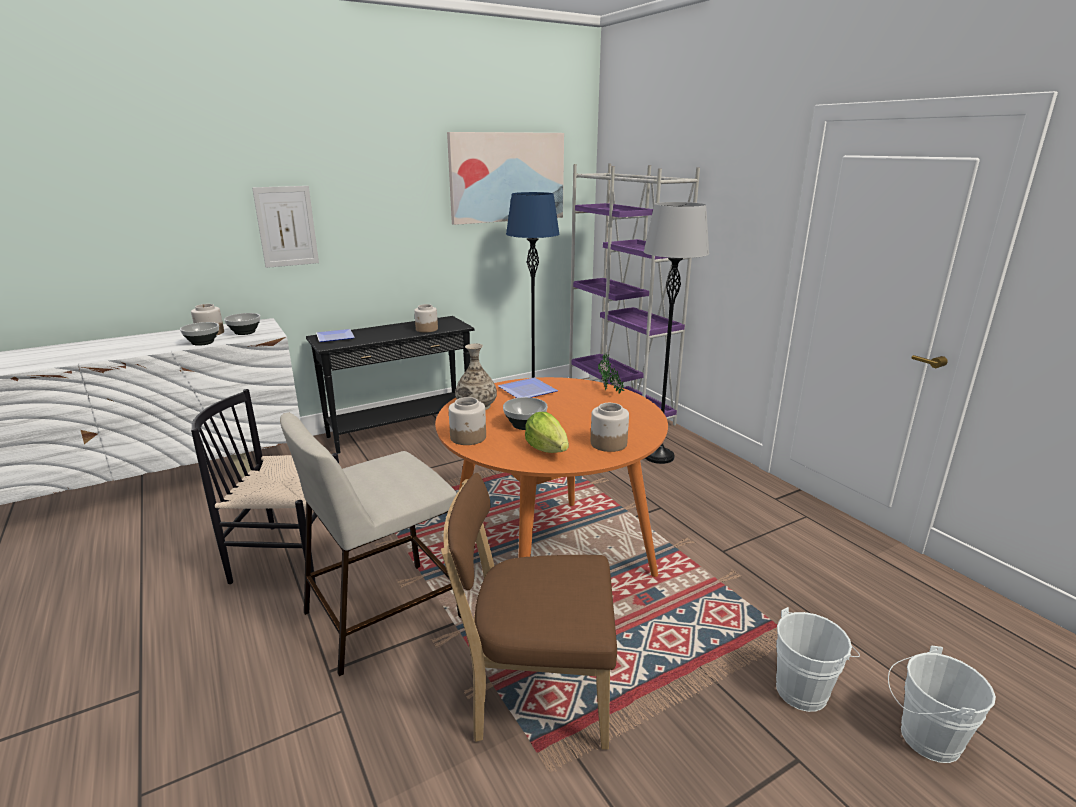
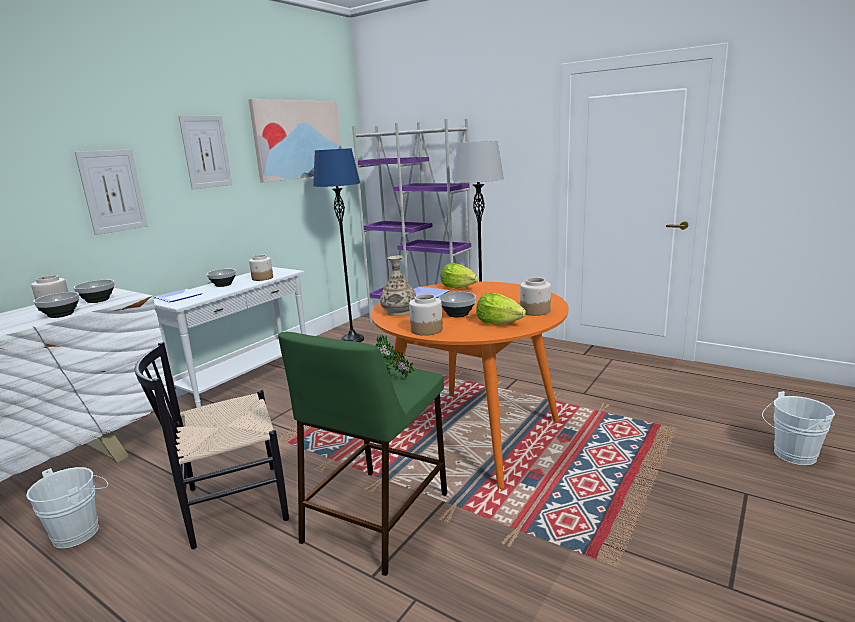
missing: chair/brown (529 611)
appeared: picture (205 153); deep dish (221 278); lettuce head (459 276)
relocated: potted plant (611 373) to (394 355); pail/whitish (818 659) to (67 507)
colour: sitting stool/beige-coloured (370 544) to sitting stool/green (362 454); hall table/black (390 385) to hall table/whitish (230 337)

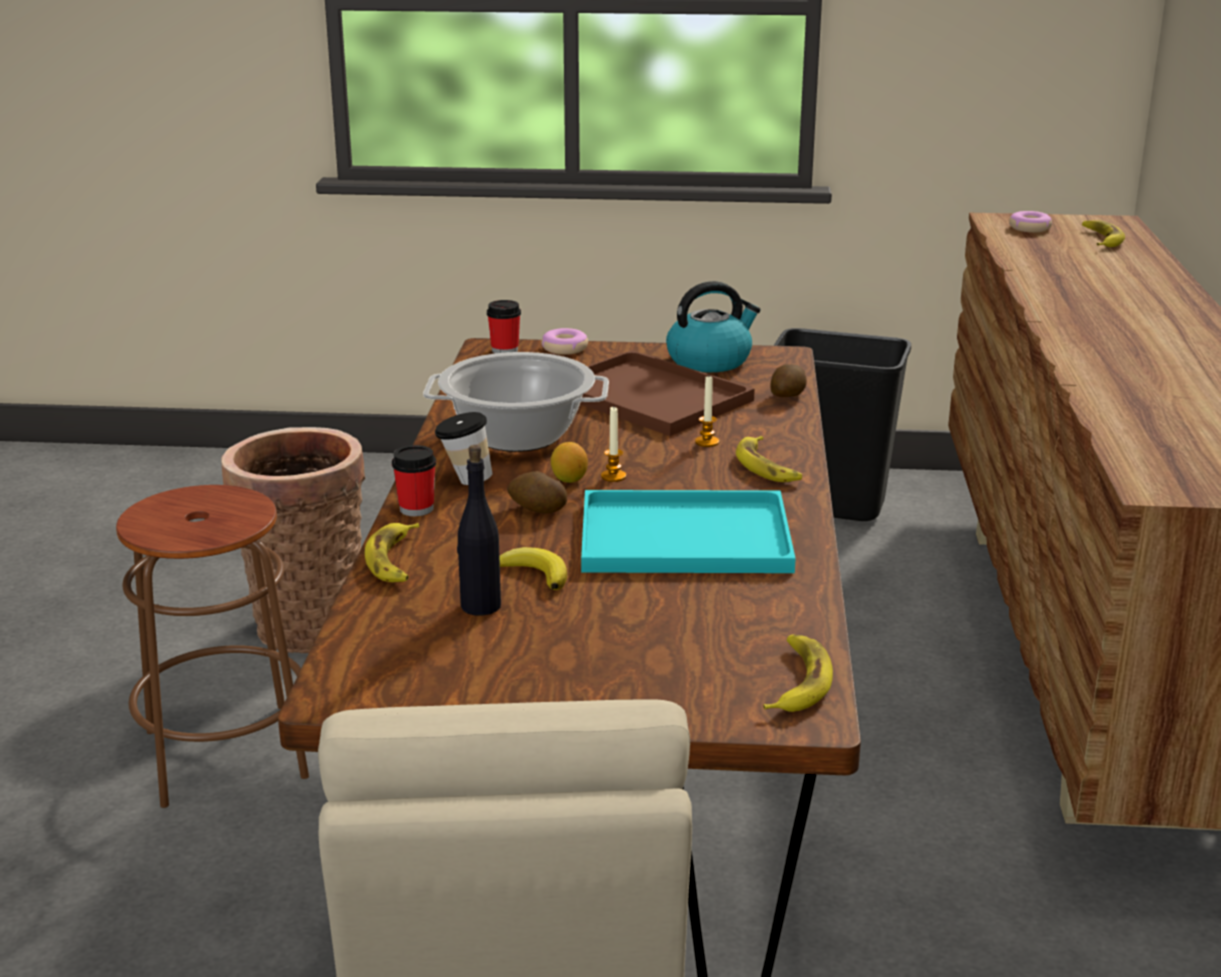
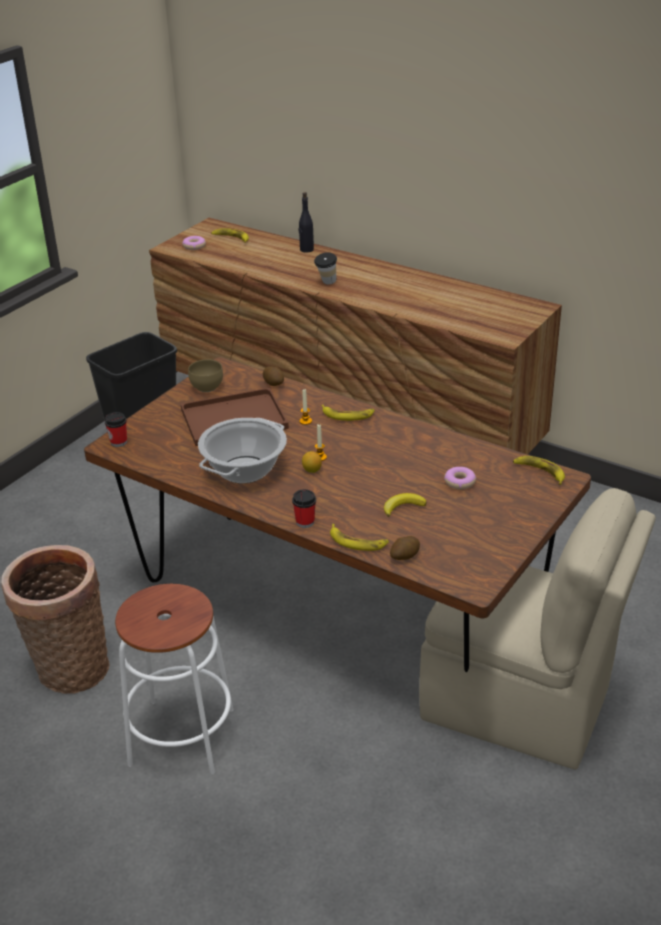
missing: carrying tray/turquoise (688 531)
relocated: small cup (463 448) to (325 268); drink bottle/black (479 530) to (306 222); potato (537 492) to (405 548); donut (564 341) to (460 478)
exchanged: water kettle (713 326) to deep dish/brown (205 375)
colour: sitting stool/brown (212 646) to sitting stool/whitish (174 679)

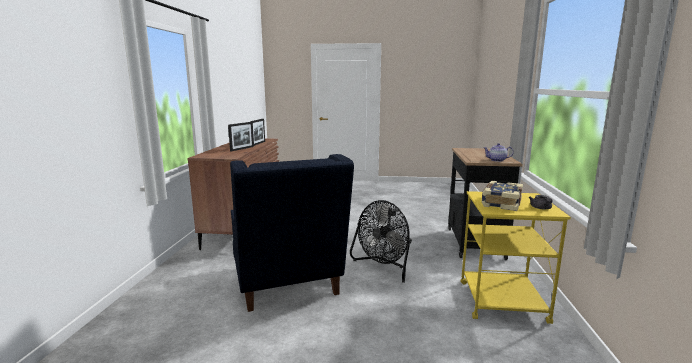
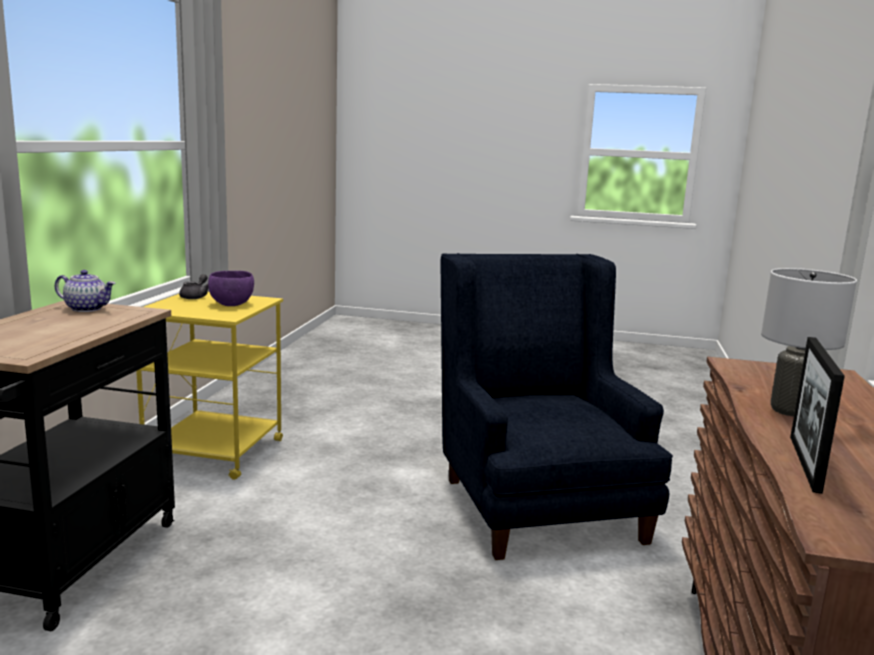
missing: electric fan/black (381 241)
exchanged: standing frame (241 137) to table lamp/whitish (809 342); volume (502 196) to deep dish/purple (231 288)

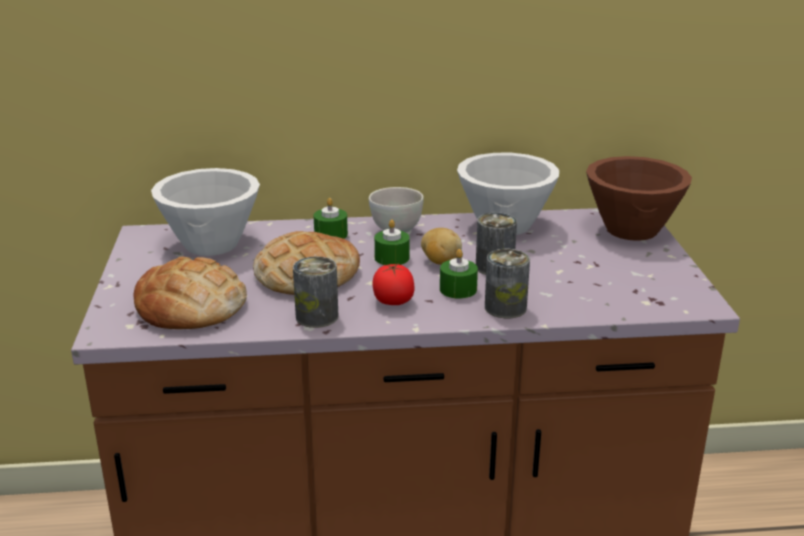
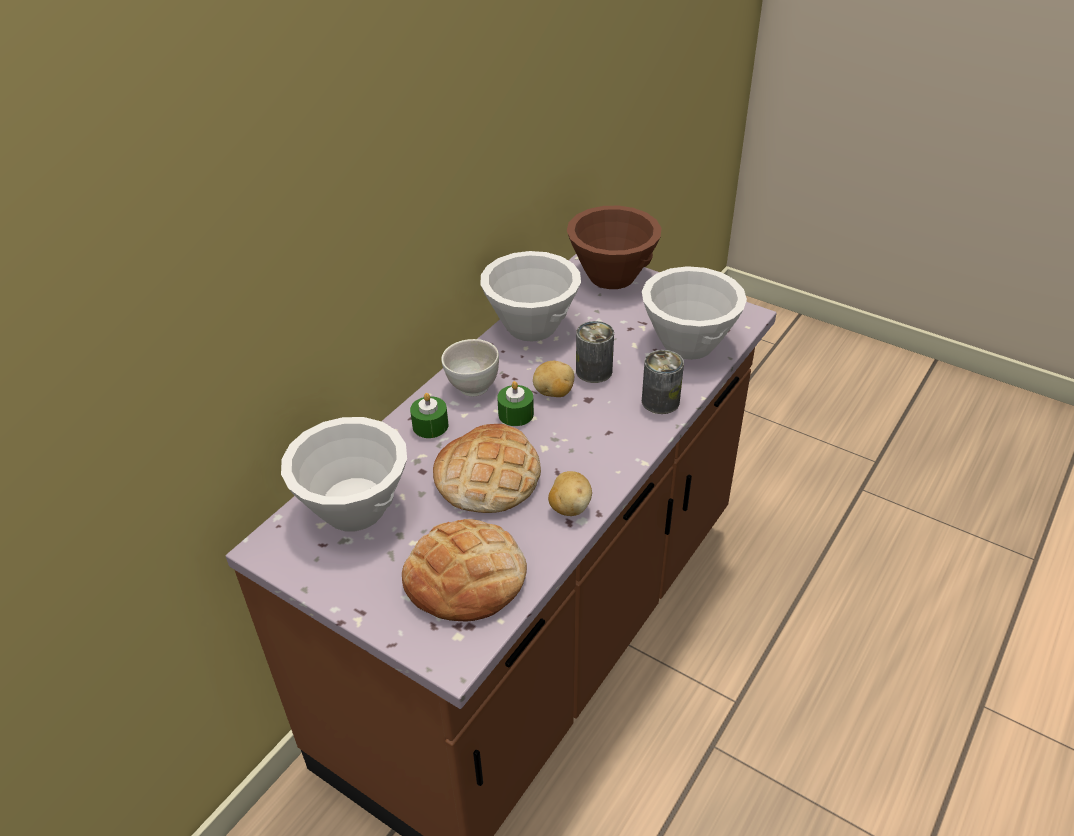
missing: fresh tomato (393 284); candle/green (459 274)
appeared: deep dish/whitish (694 313)
exchanged: sealed can (315 292) to potato (570 493)

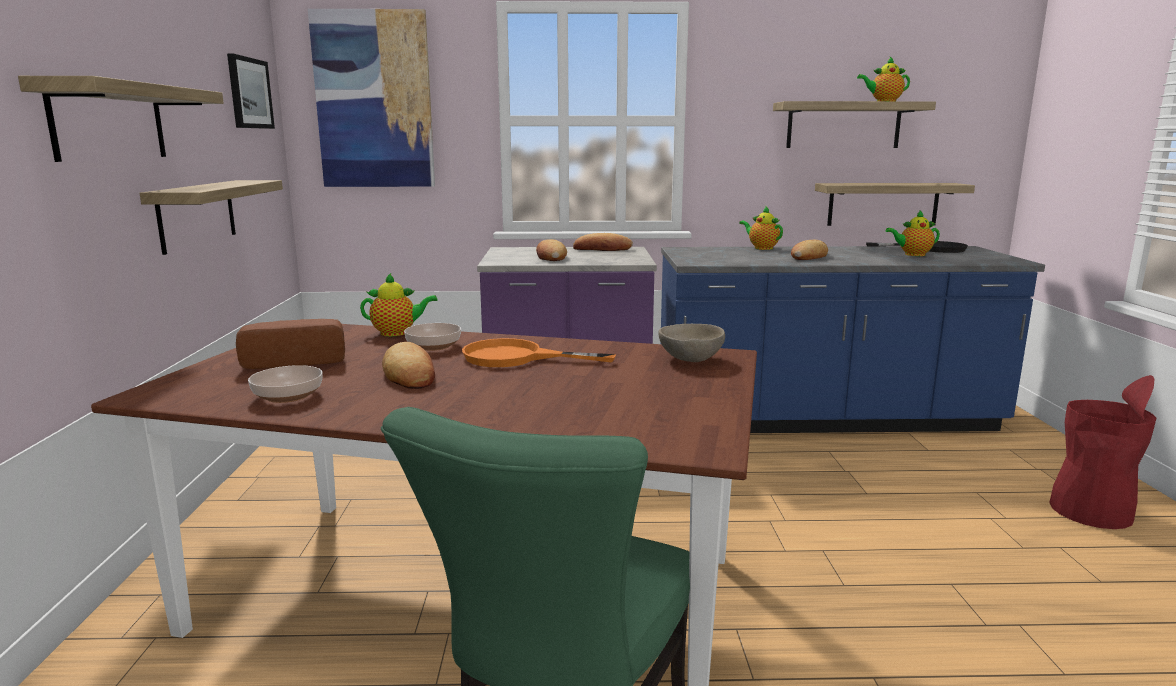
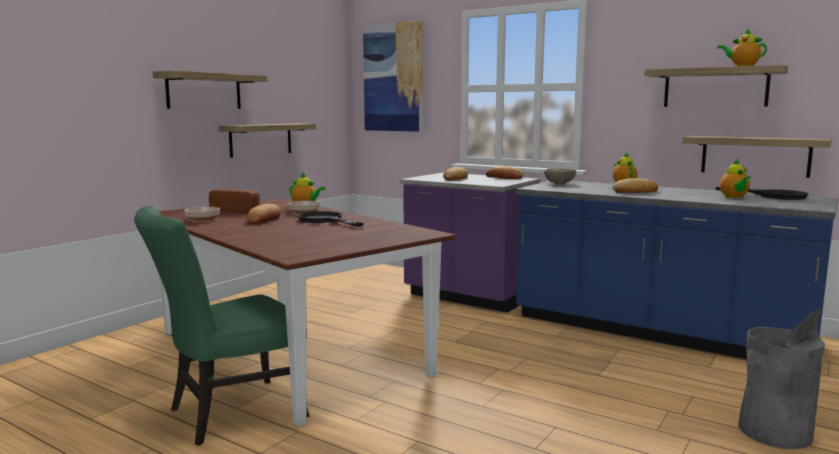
missing: picture (251 91)
relocated: deep dish/beige-coloured (691 343) to (560 176)
colour: skillet/orangey (539 352) to skillet/black (330 219); rubbish bin/reddish (1102 452) to rubbish bin/greyish (781 379)
spun: teapot (913 233) = (735 178) 120 degrees counterclockwise

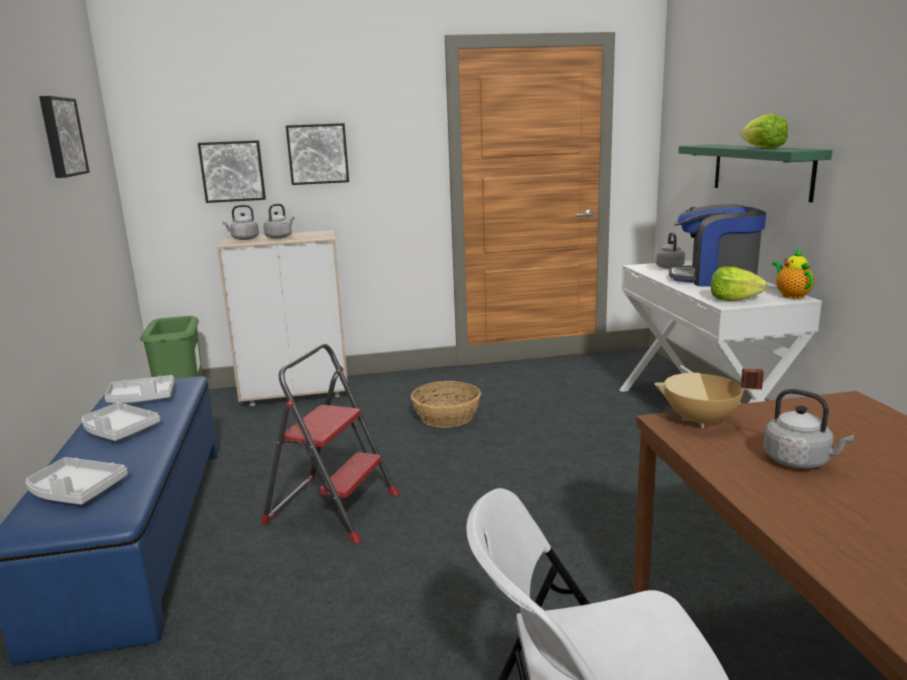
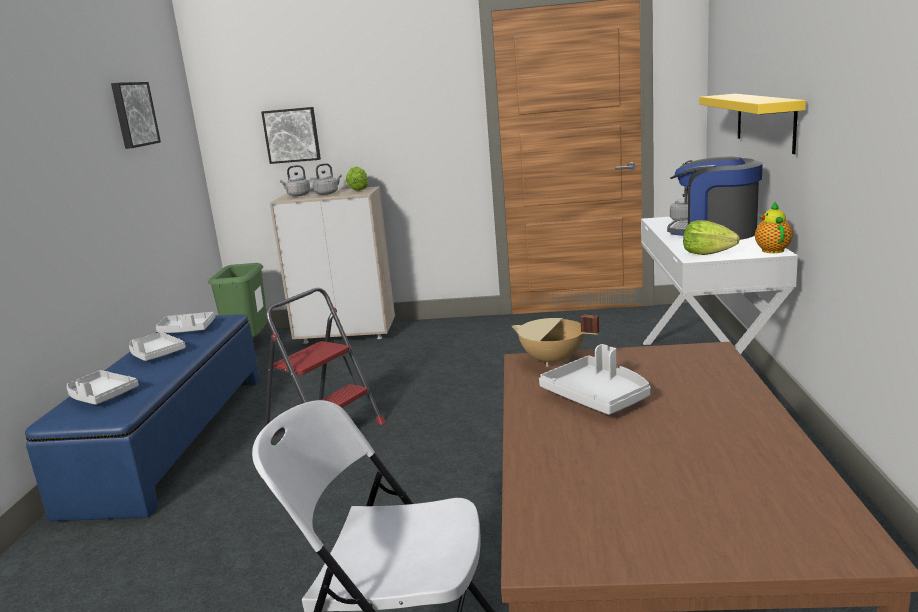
missing: picture (317 154); basket (446 404)
relocated: lettuce head (764 131) to (357 179)
exchanged: water kettle/greyish (808 429) to carrying tray/greyish (595 379)
colour: bracket shelf/green (755 173) to bracket shelf/yellow-coloured (752 124)

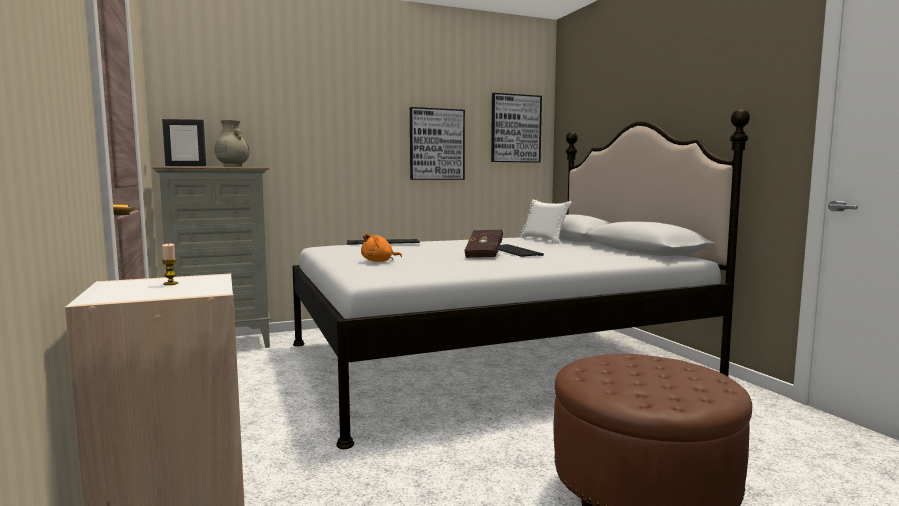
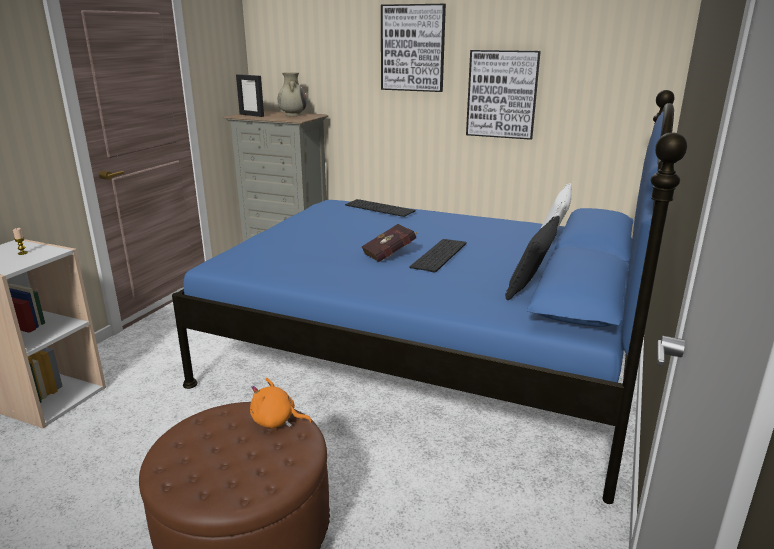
appeared: throw pillow/black (532 258)
relocated: cuddly toy/orangey (381 247) to (281 403); picture (516 128) to (413 48)
colour: bed/whitish (521 279) to bed/blue-coloured (429 297)

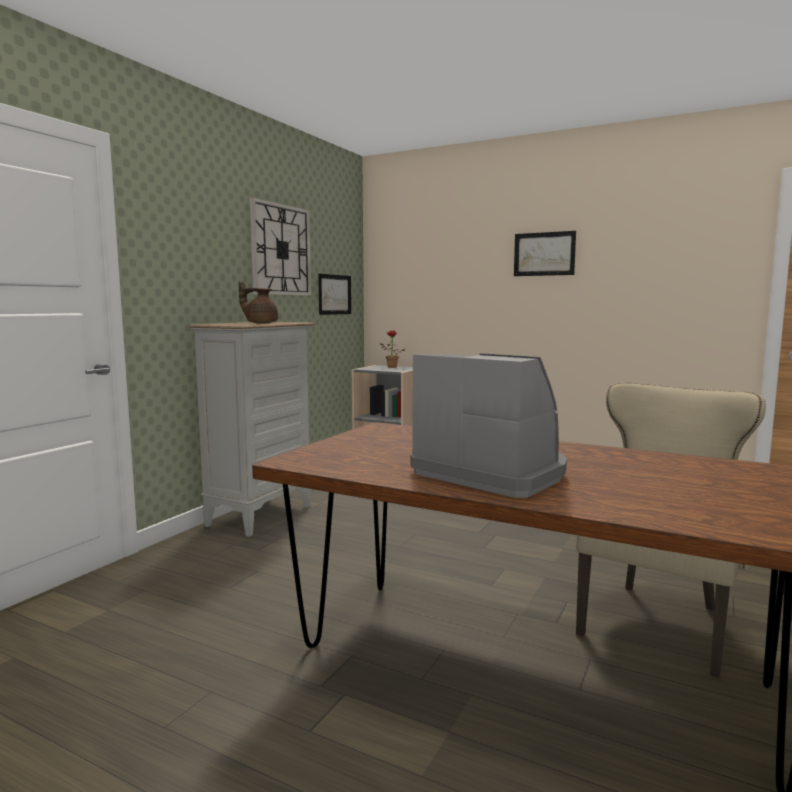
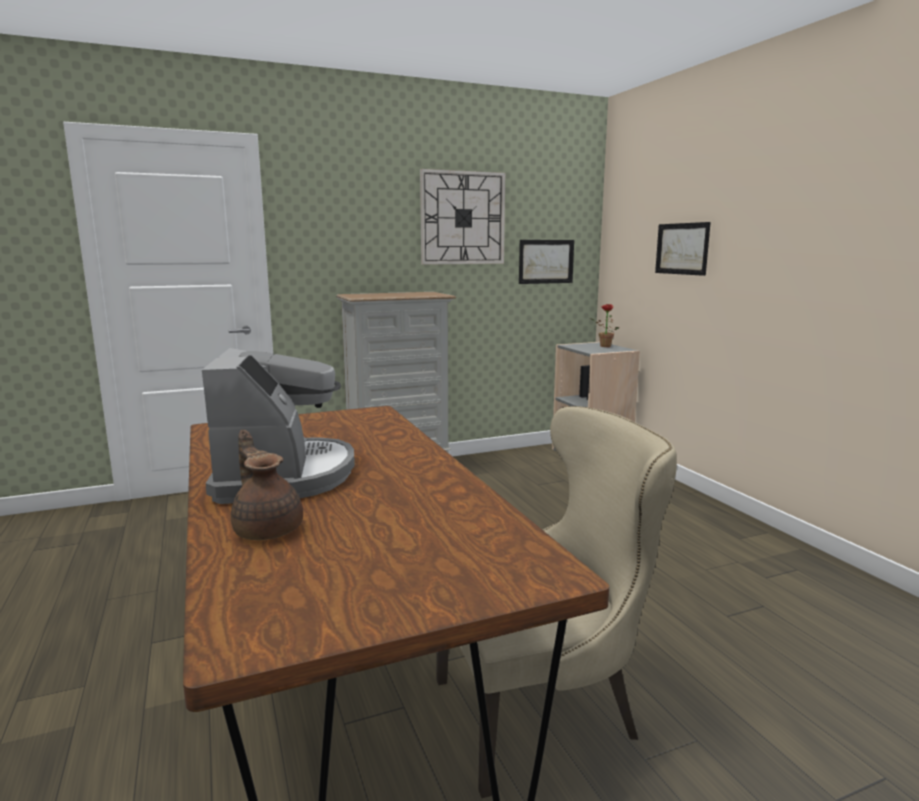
relocated: teapot/brown (258 302) to (267 485); picture (545 253) to (683 249)

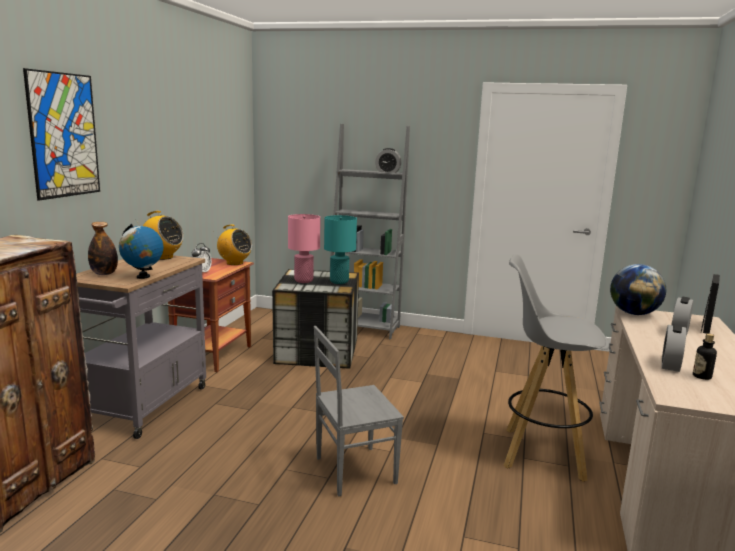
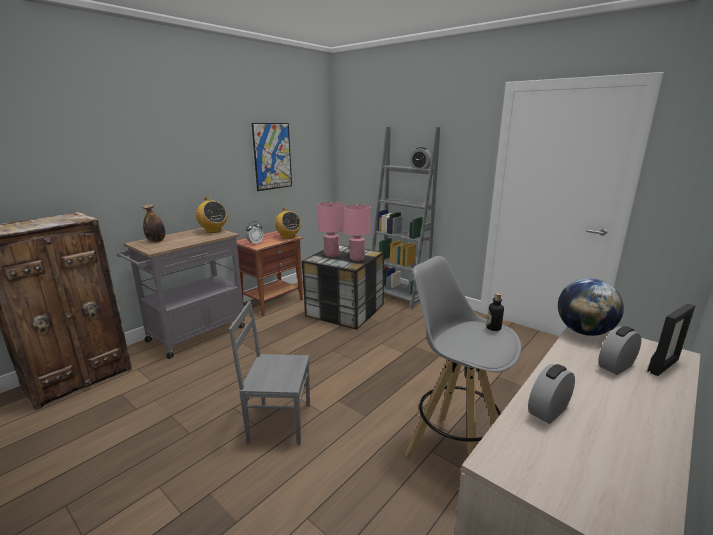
missing: globe (141 251)
relocated: picture (61 134) to (272 157); drink bottle (705 356) to (495 312)
colour: table lamp/turquoise (340 249) to table lamp/pink-coloured (357 232)

